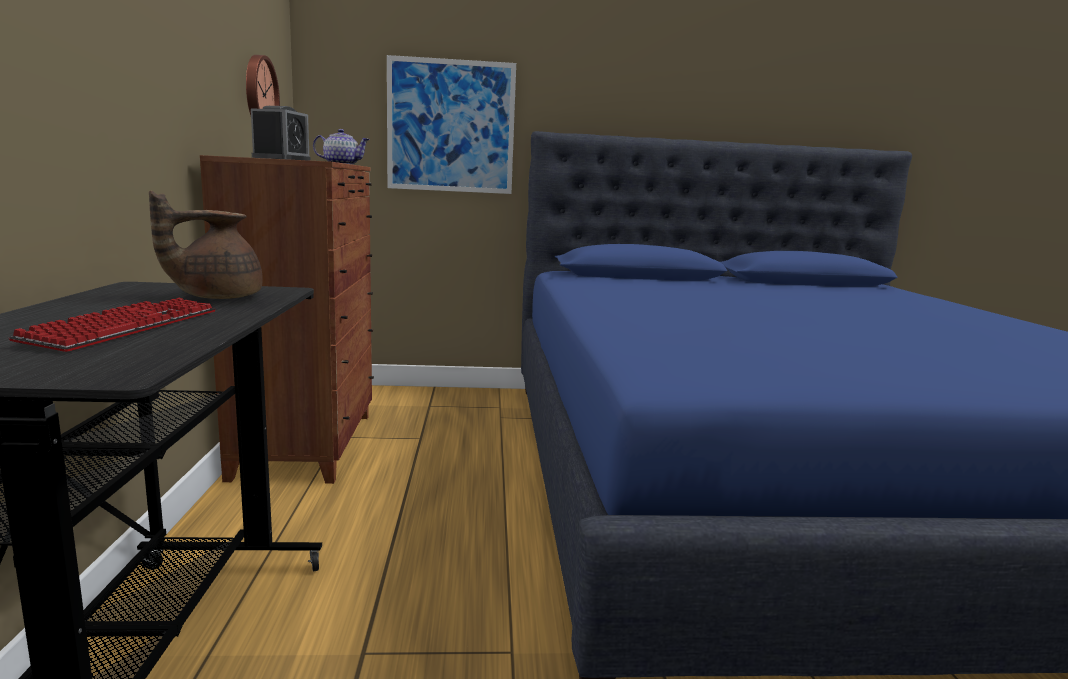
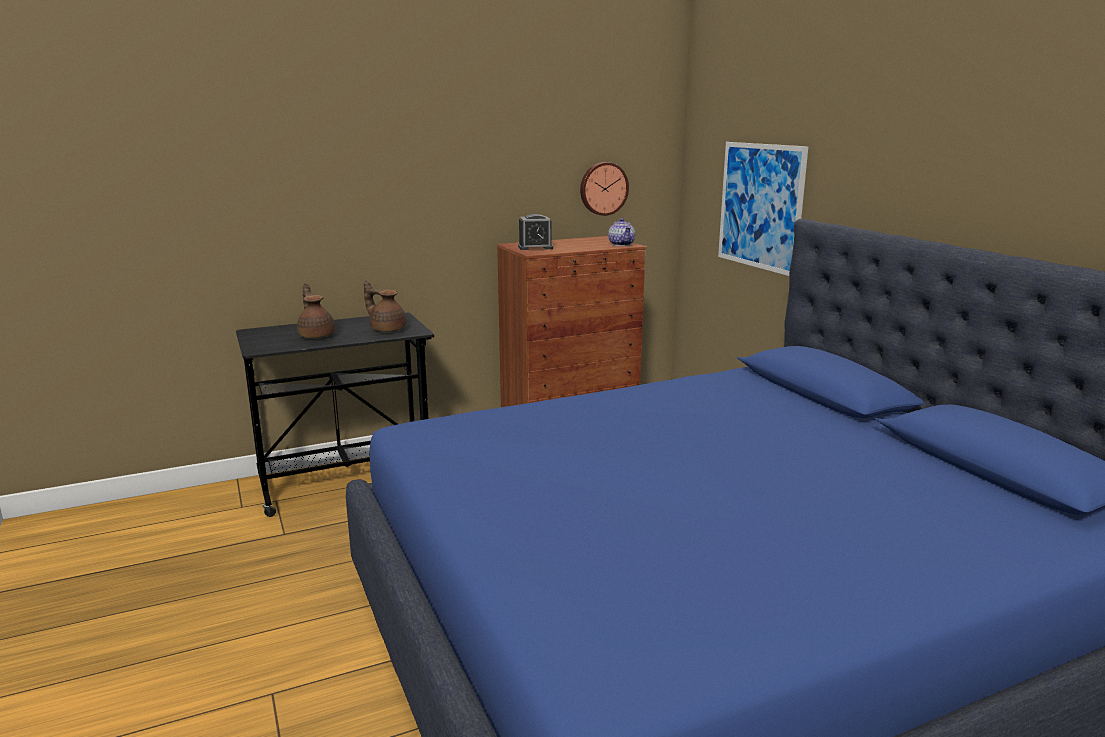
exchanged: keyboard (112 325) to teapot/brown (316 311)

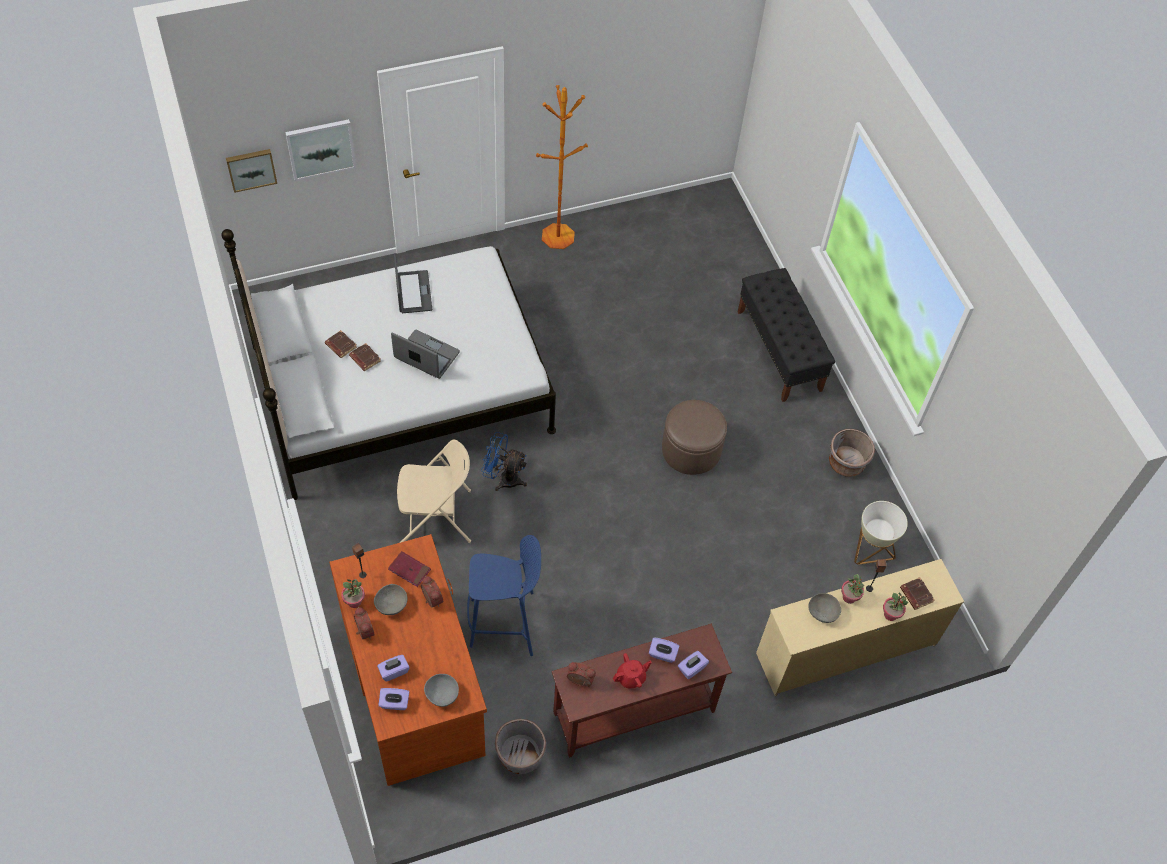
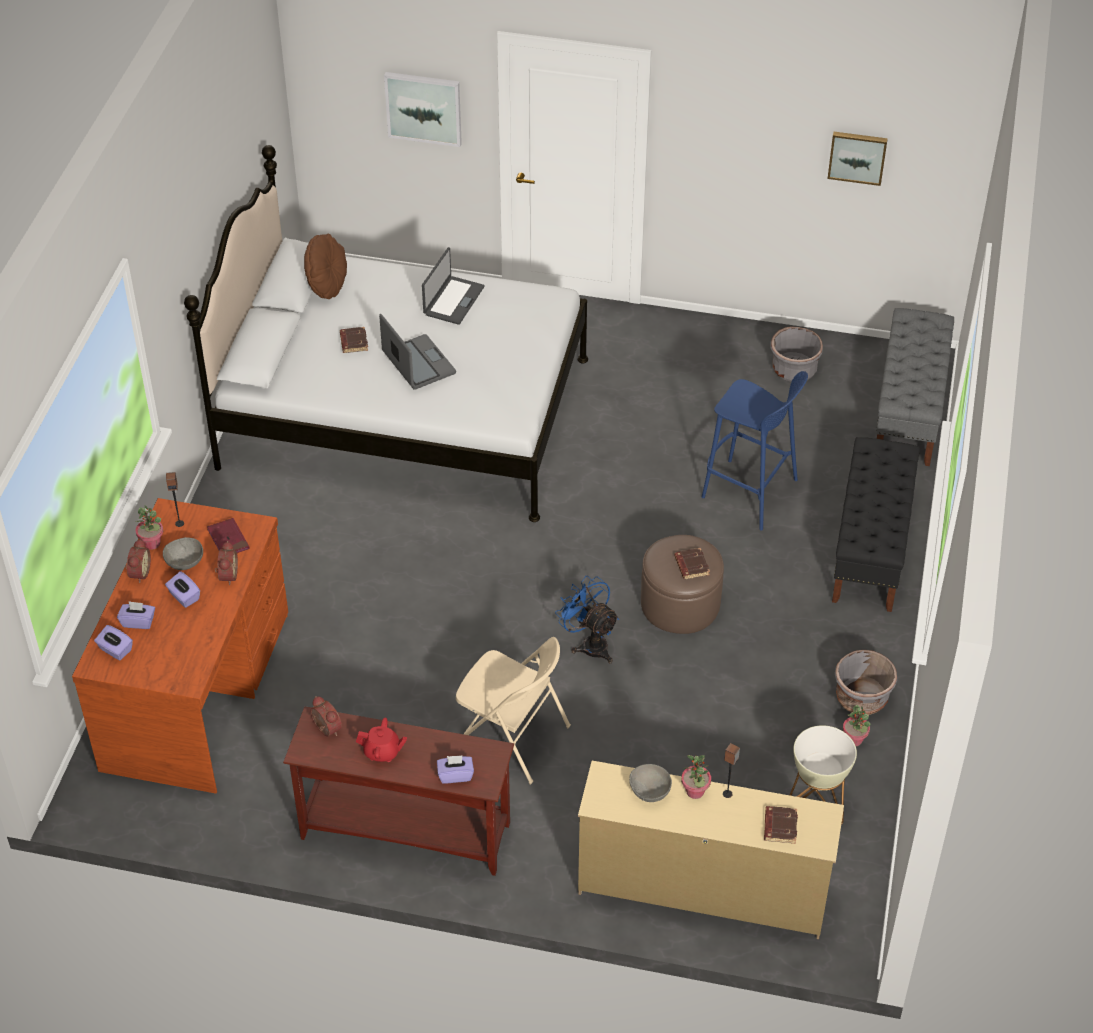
missing: deep dish/greyish (441 690); garment rack/orangey (562 167)
appeared: throw pillow/brown (325 266); indoor bench/greyish (915 387)
relocated: picture (251 171) to (858 159); volume/brown (341 344) to (692 563); chair/beige-coloured (434 491) to (513 711); sitting stool/blue-coloured (504 595) to (755 450); electric fan/blue-coloured (504 461) to (587 619); flower pot/greyish (520 746) to (797 354); box of tissues/purple (664 650) to (182 589); potted plant (895 606) to (857 725)

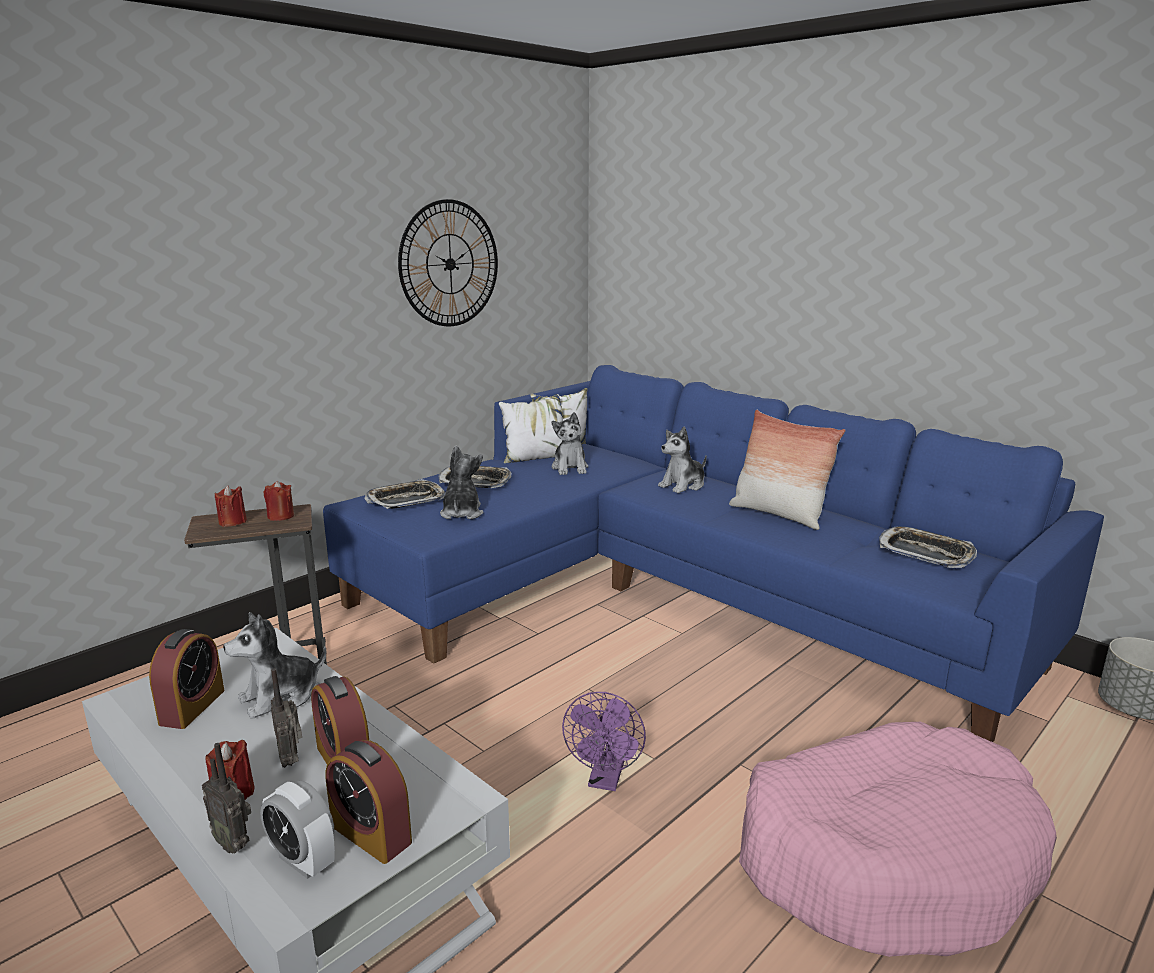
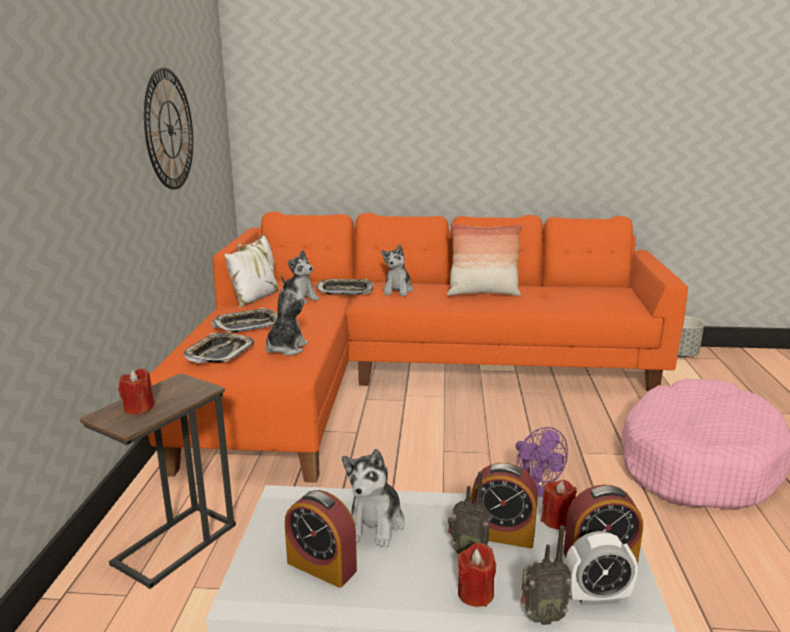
relocated: candle/reddish (278 501) to (559 505); carrying tray (928 547) to (345 287)
colour: sofa/blue-coloured (713 553) to sofa/orangey (418 347)
spun: table clock (186 679) = (321 539) 150 degrees clockwise; cuddly toy (461 482) = (287 322) 60 degrees clockwise

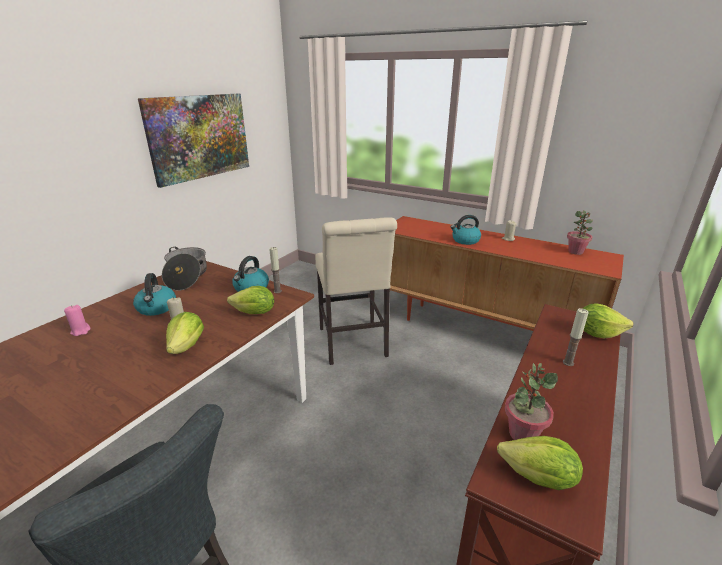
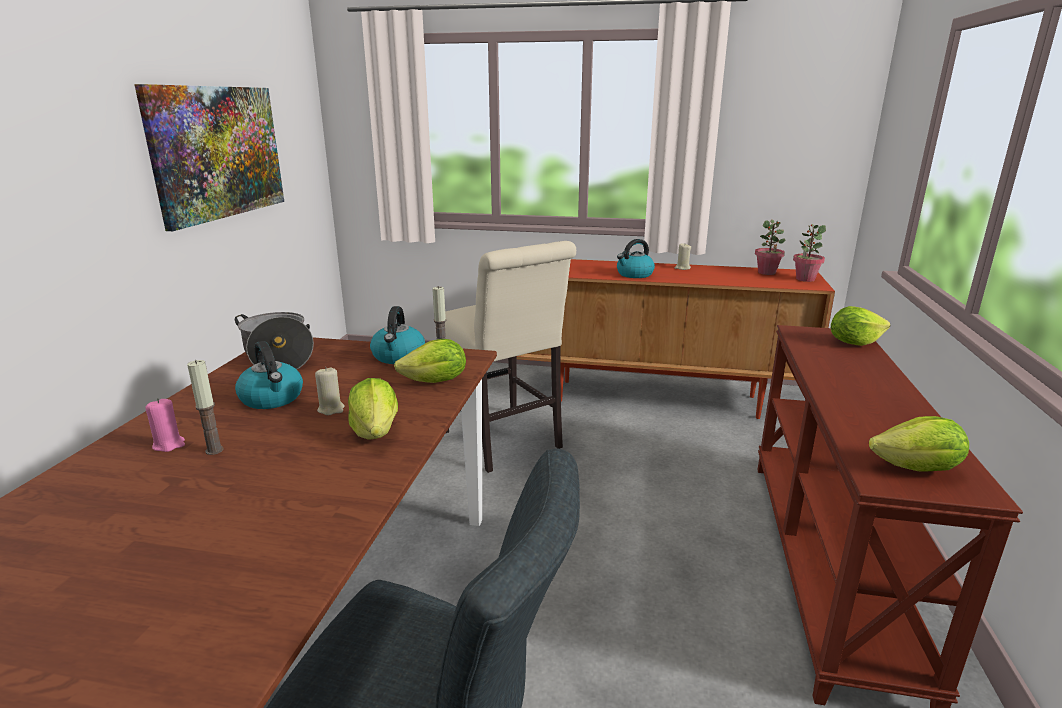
relocated: potted plant (531 401) to (809 253); candle (576 337) to (205 407)

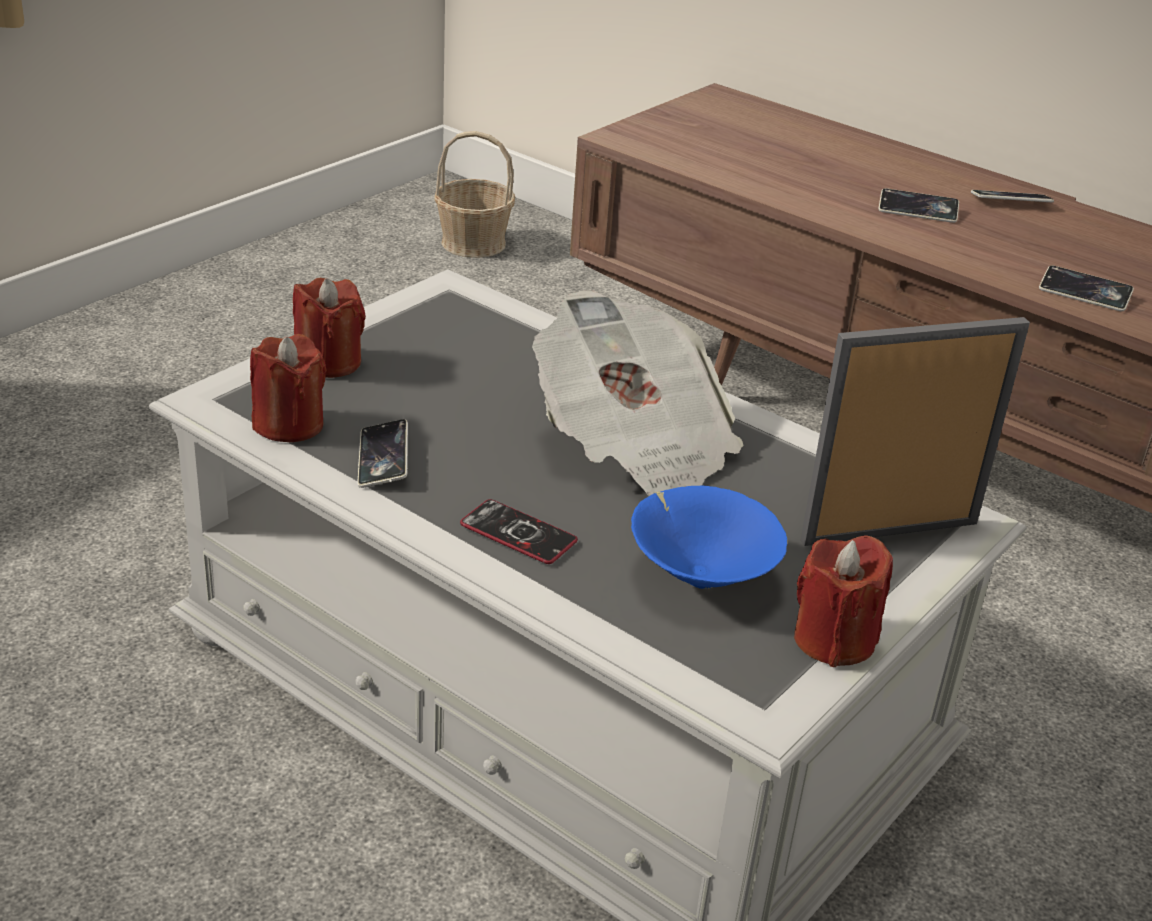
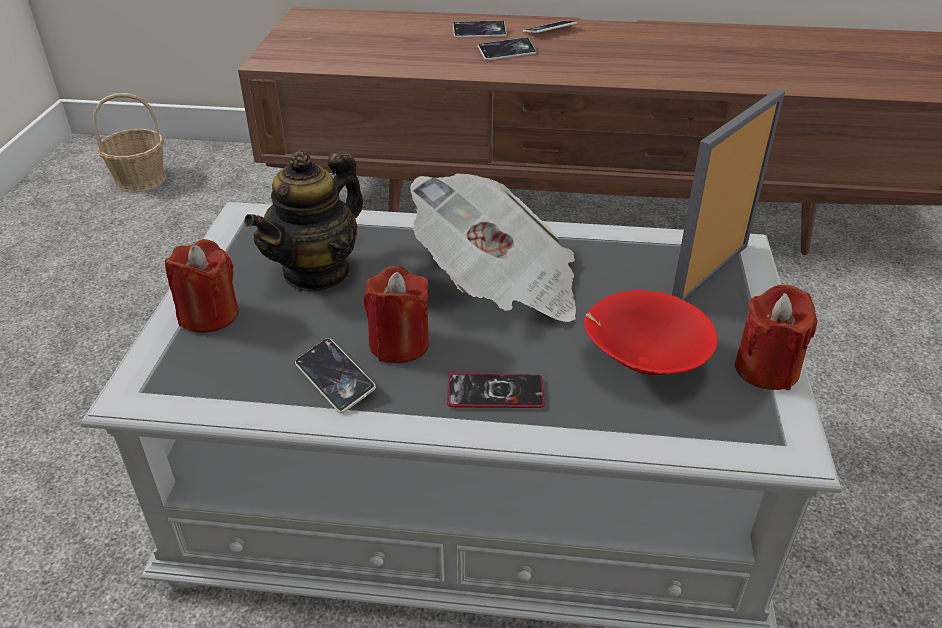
appeared: teapot (303 221)
relocated: candle/reddish (288 388) to (396 314); phone (1086 288) to (480 29)
colour: deep dish/blue-coloured (709 537) to deep dish/reddish (651 332)

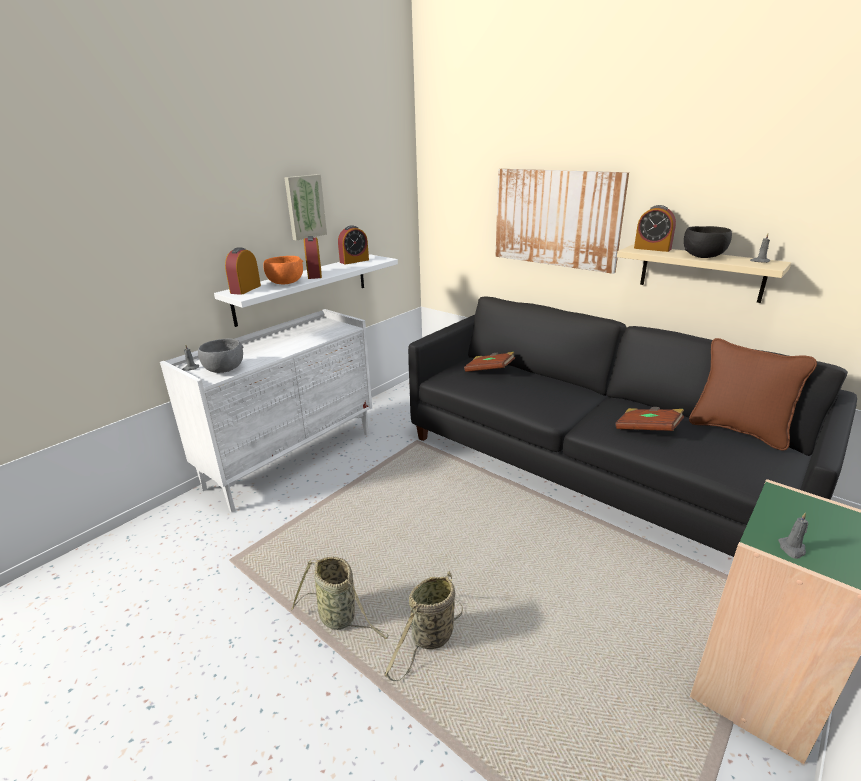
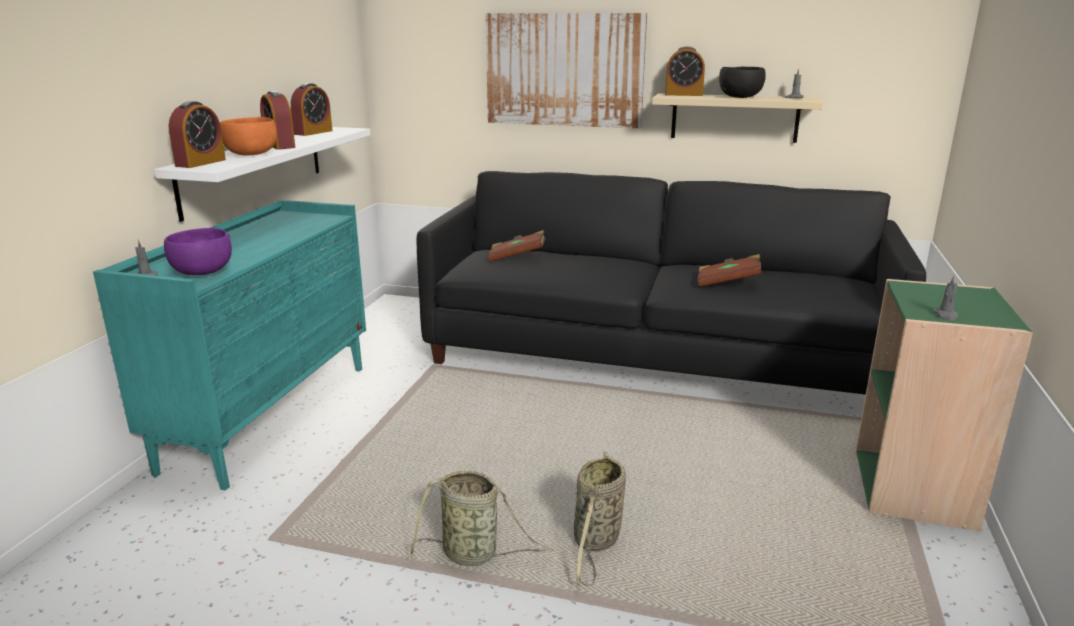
missing: picture (305 207); throw pillow/brown (753 394)
colour: cabinet/whitish (266 411) to cabinet/turquoise (229 345); deep dish/greyish (220 356) to deep dish/purple (198 251)
spun: table clock (243 271) = (197 134) 150 degrees counterclockwise

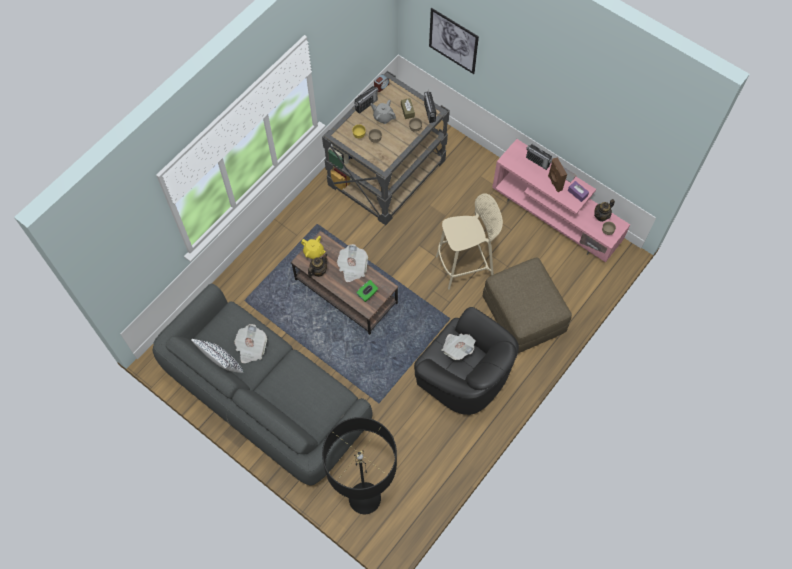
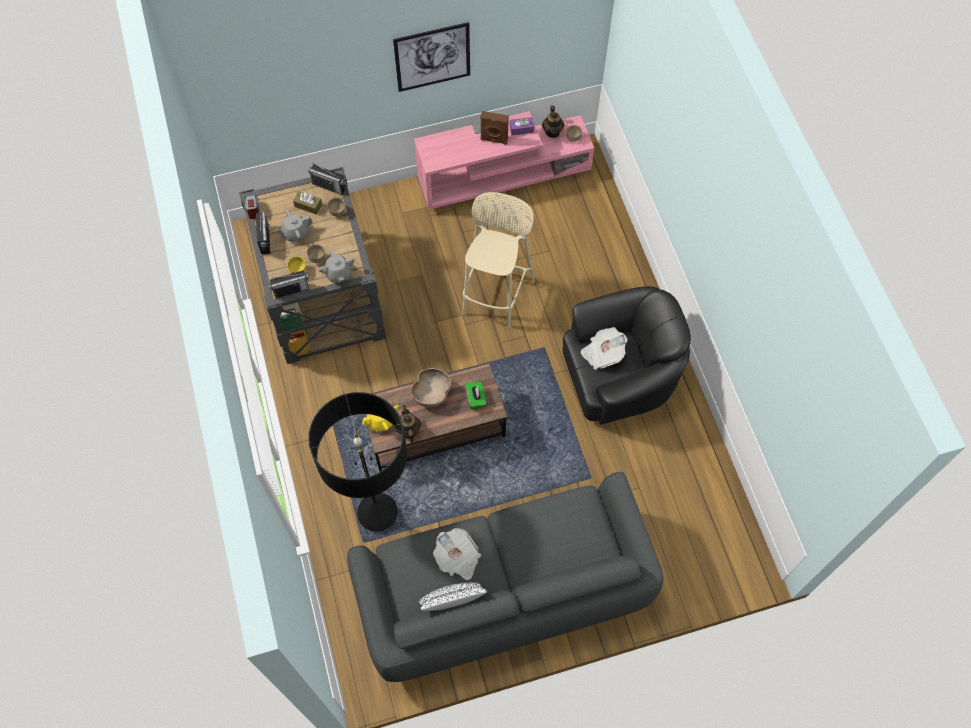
missing: ottoman/brown (527 305)
appeared: teapot/greyish (336 266)
relocated: standard lamp/black (359 465) to (357 462); picture (454 41) to (431 57); radio (539 156) to (288 285)
exchanged: daily paper (352 263) to deep dish/brown (431 387)

